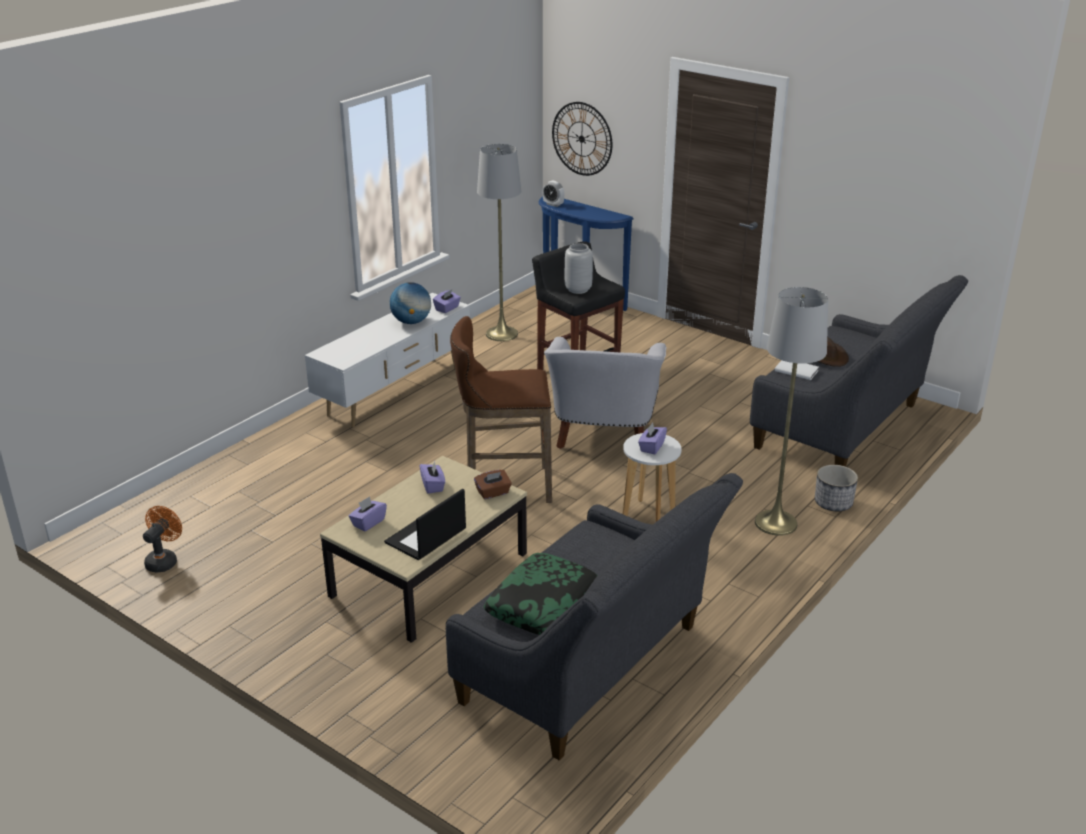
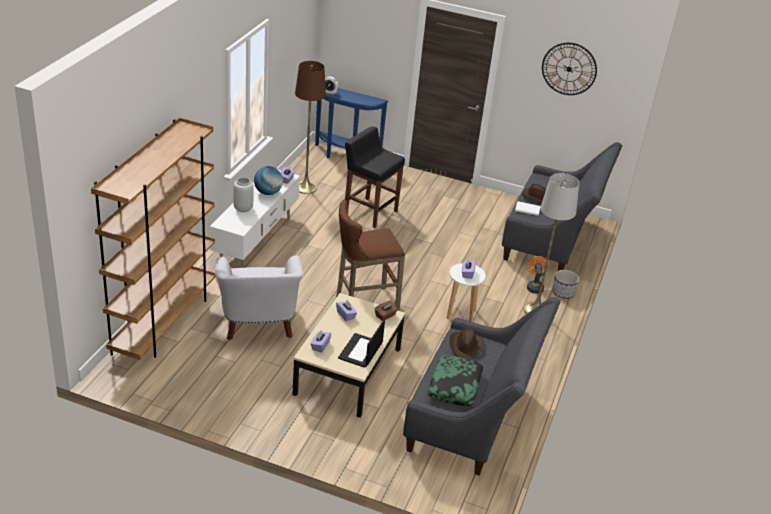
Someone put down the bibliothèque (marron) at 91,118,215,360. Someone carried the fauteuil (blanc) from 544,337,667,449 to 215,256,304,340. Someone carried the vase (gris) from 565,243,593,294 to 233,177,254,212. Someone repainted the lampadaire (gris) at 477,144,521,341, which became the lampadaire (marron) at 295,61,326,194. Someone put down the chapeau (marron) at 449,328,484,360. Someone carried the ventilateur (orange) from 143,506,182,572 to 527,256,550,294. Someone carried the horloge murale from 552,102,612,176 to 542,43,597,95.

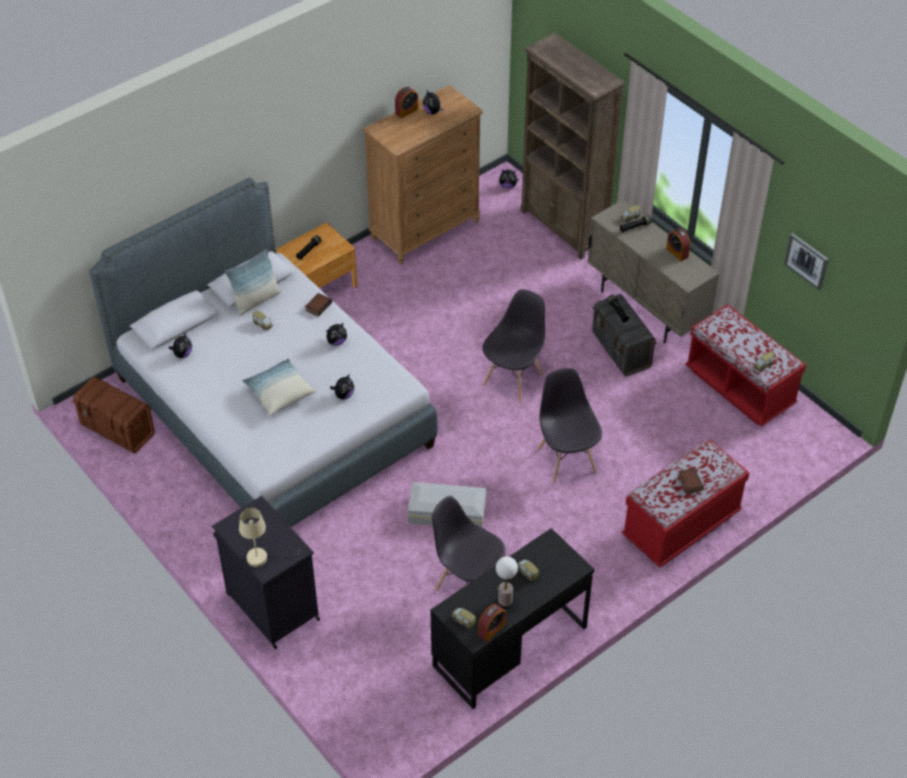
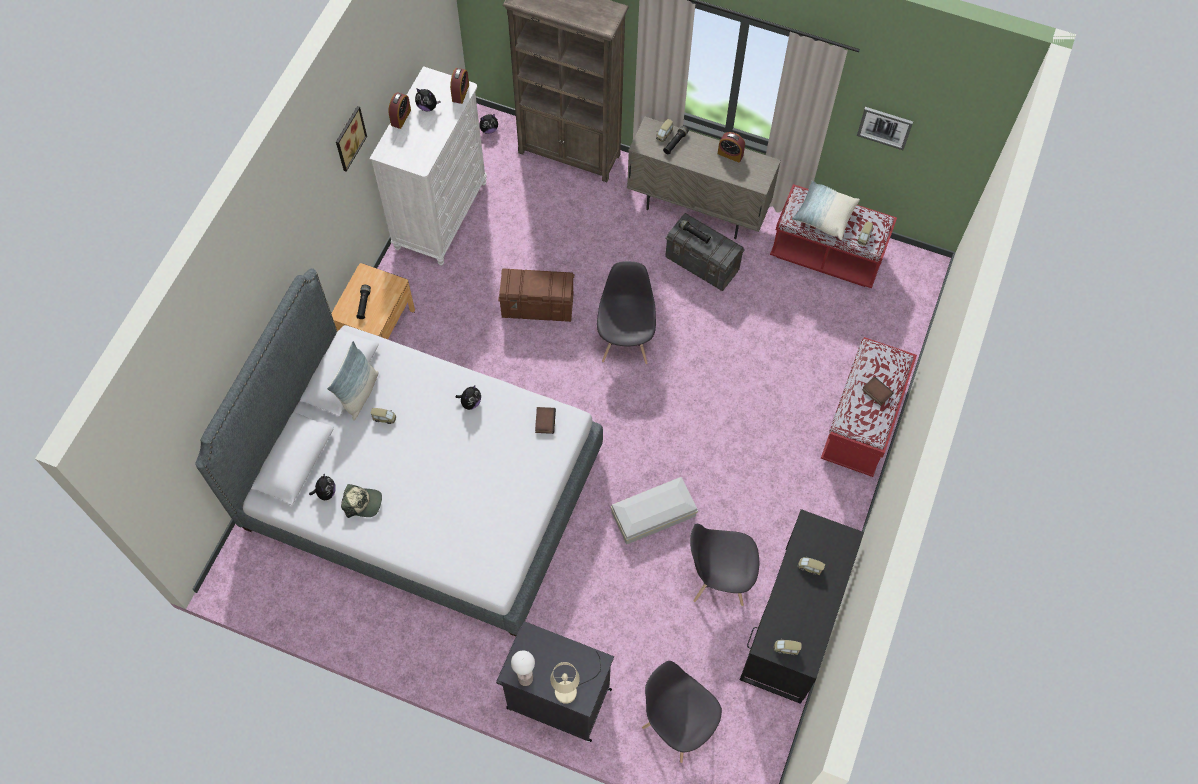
Someone put up the tableau at 336,106,367,172. Someone put down the casquette at 341,484,382,518. Someone repainted the commode (marron) at 363,85,483,265, which became the commode (blanc) at 369,66,487,265. Someone carried the réveil from 478,604,506,642 to 450,68,469,104. Someone carried the boîte de rangement (marron) from 72,377,155,453 to 498,269,574,322. Someone carried the lampe de table from 496,556,518,607 to 511,650,535,686. Someone carried the livre from 305,293,332,317 to 535,407,556,434. Someone carried the chaise (gris) from 537,368,602,483 to 642,661,722,763. Someone carried the coussin from 242,358,316,416 to 792,181,860,240. Someone took away the peluche at 330,374,354,400.

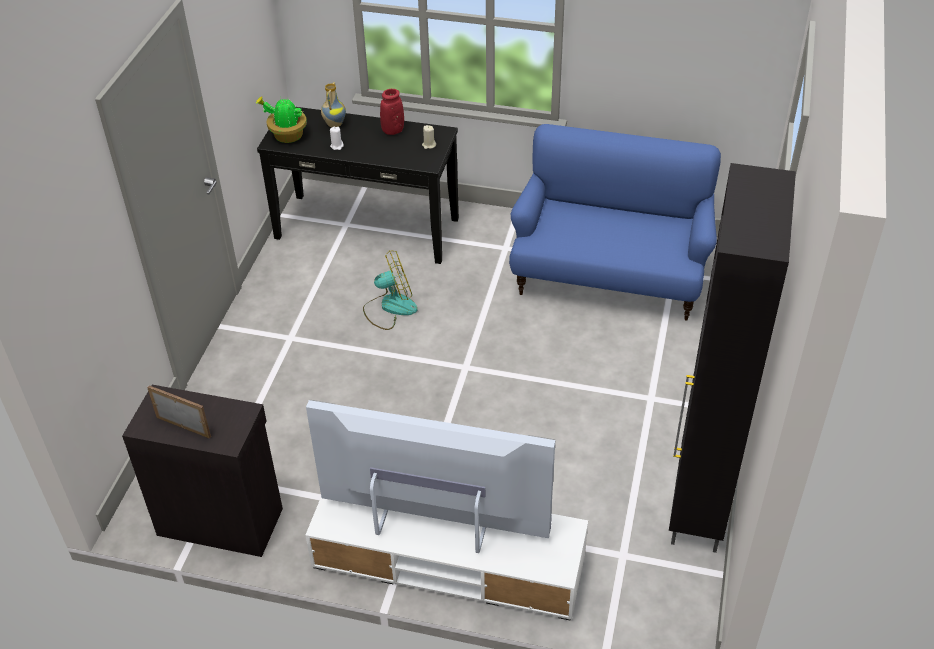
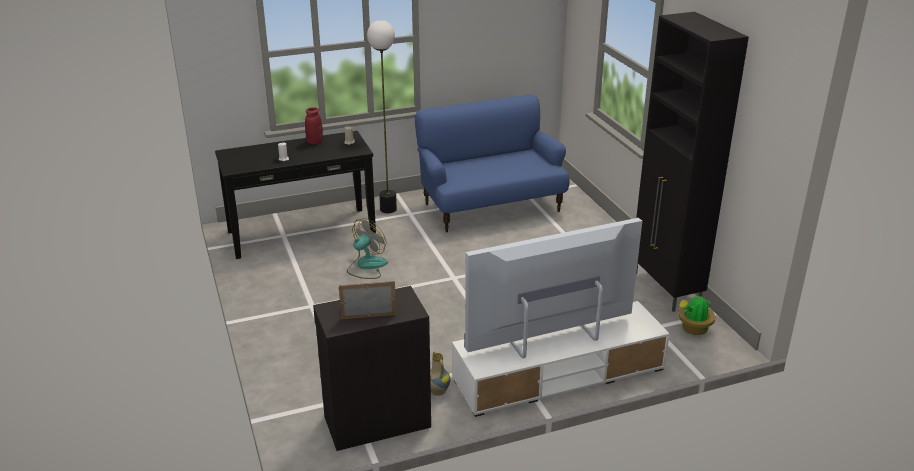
Someone put down the lampadaire at 367,20,397,213. Someone carried the vase from 321,82,346,127 to 430,351,450,396. Someone carried the plante en pot from 256,96,307,143 to 679,295,715,335.

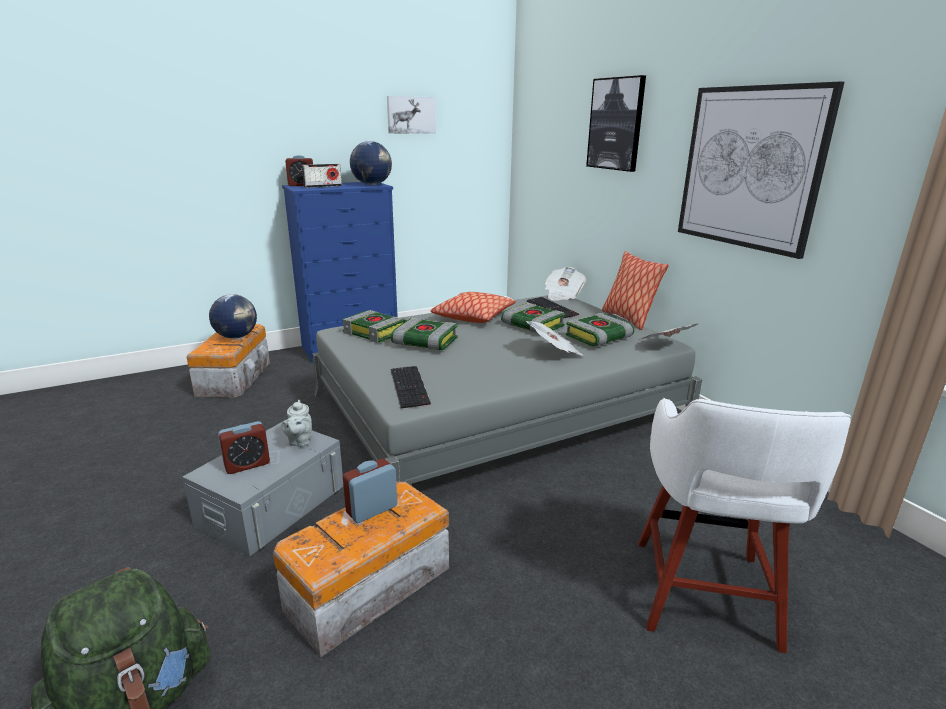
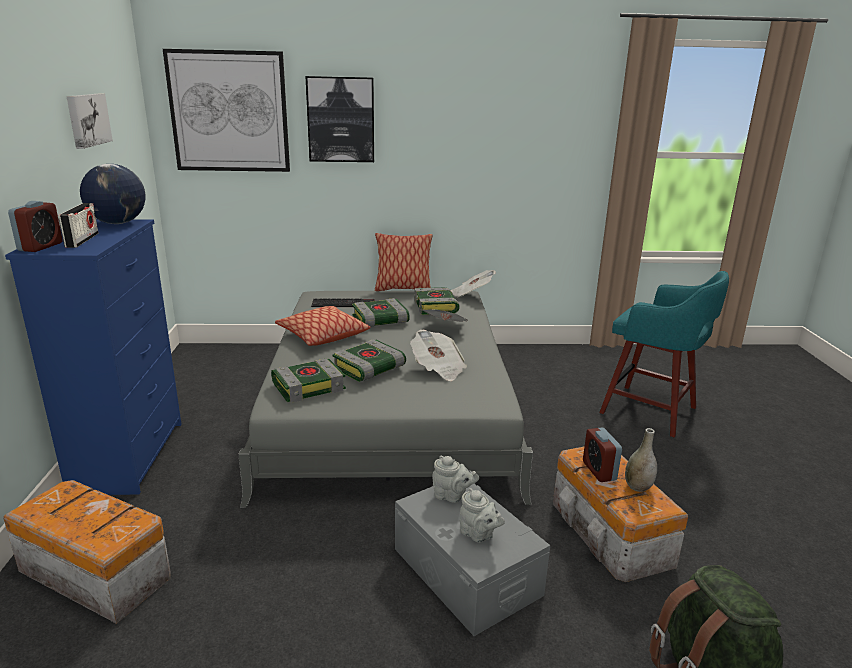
Someone carried the tableau from 678,82,845,259 to 163,49,290,172. Someone carried the journal from 544,267,586,301 to 410,330,467,381. Someone swapped the réveil at 218,421,270,474 for the théière (gris) at 459,488,505,543. Someone repainted the tabouret (blanc) at 638,398,851,653, which became the tabouret (turquoise) at 599,271,729,437. Someone put down the vase (gris) at 625,428,657,492. Someone took away the globe at 209,294,257,339. Someone took away the clavier at 390,366,431,408.

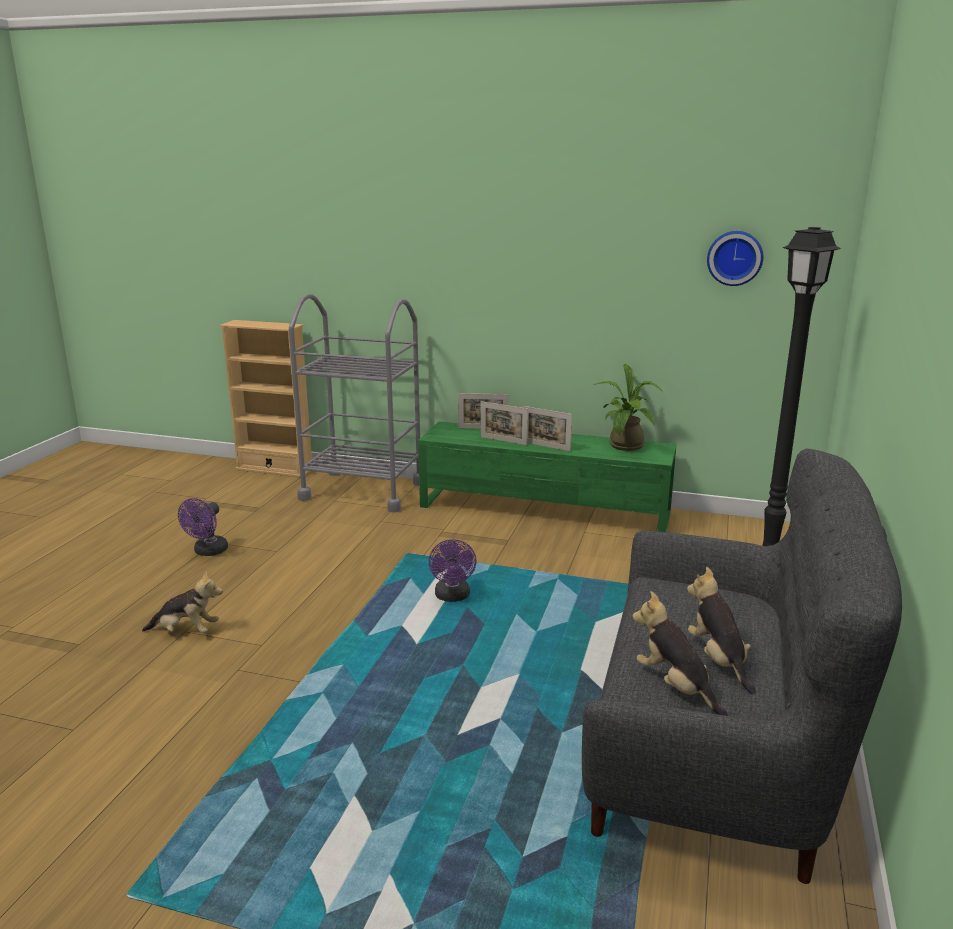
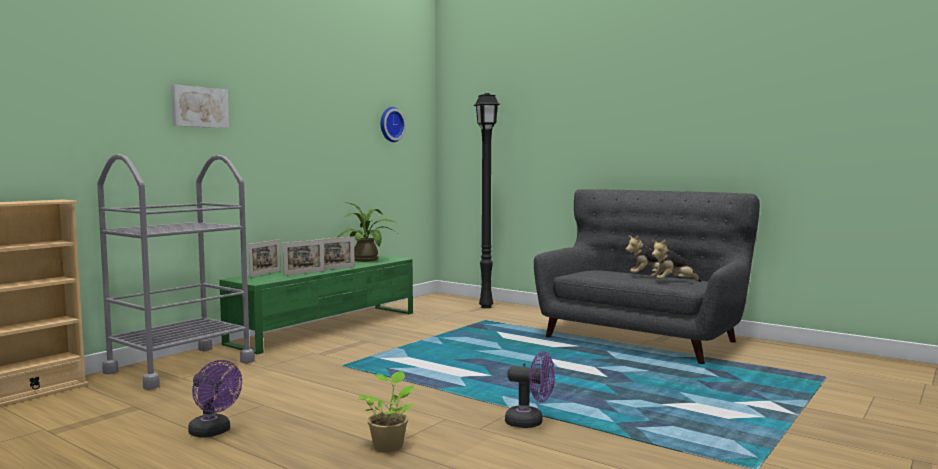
Someone put up the tableau at 171,85,229,128. Someone swapped the peluche at 142,570,223,633 for the plante en pot at 359,371,414,452. Someone carried the ventilateur (violet) from 428,539,476,602 to 505,351,555,428.

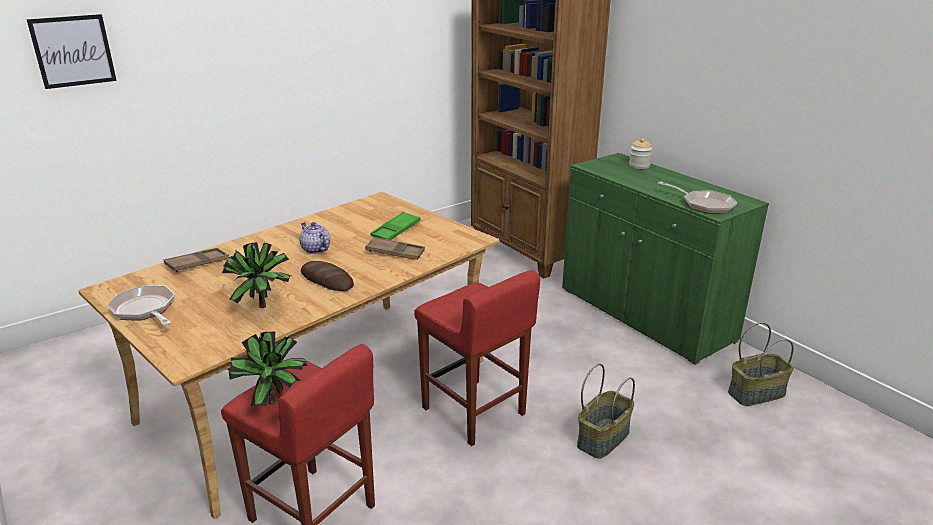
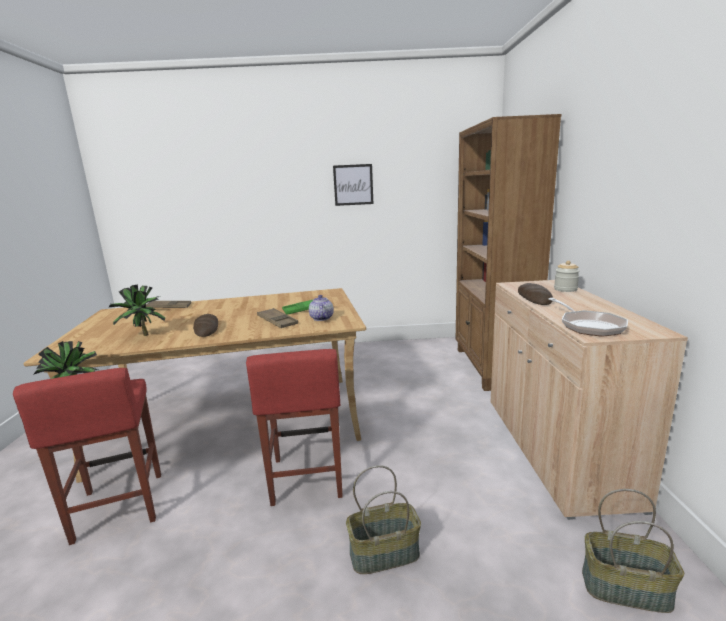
Someone carried the théière from 299,222,330,254 to 309,295,334,321. Someone carried the tableau from 26,14,117,89 to 333,164,373,206. Someone repainted the meuble de rangement (vert) at 562,153,769,365, which became the meuble de rangement (beige) at 491,280,688,520. Someone put down the pain at 518,283,553,305. Someone took away the poêle at 107,285,175,326.

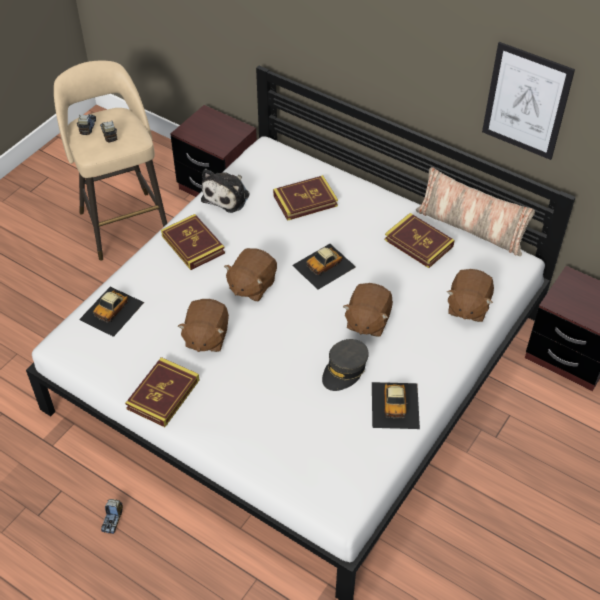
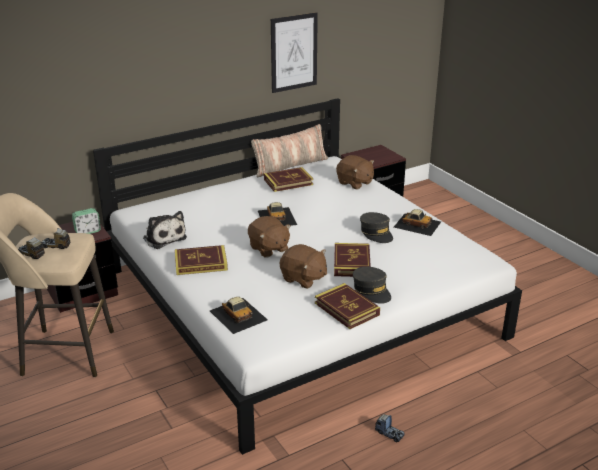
Someone put down the réveil at 72,208,101,234. Someone carried the livre from 273,175,338,221 to 334,243,371,277. Someone put down the casquette (gris) at 353,266,391,304. Someone took away the peluche (marron) at 343,283,393,337.

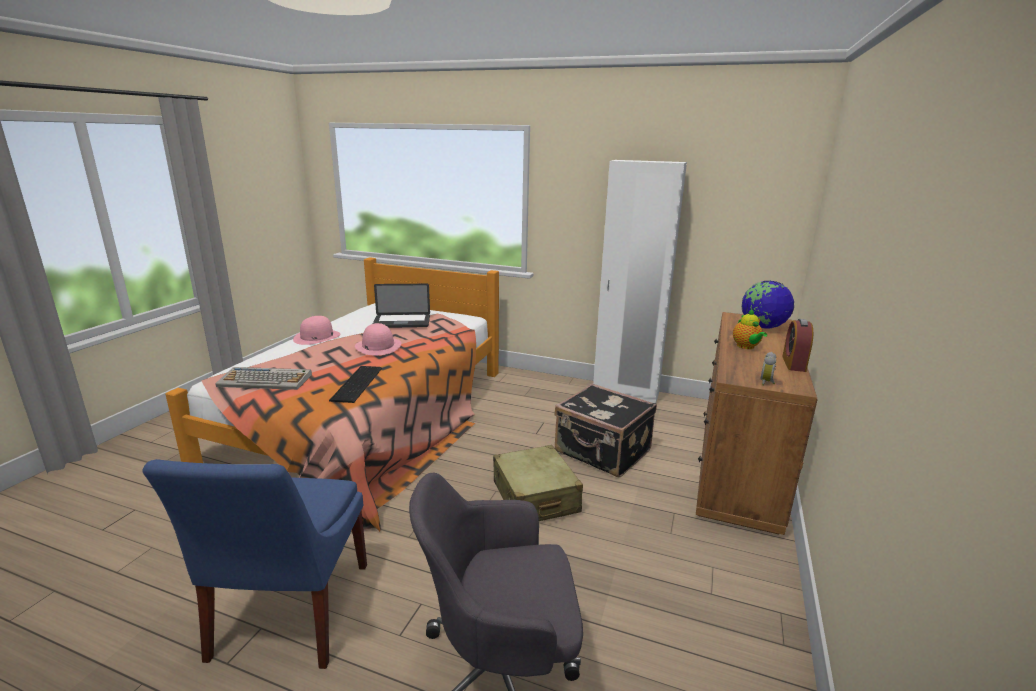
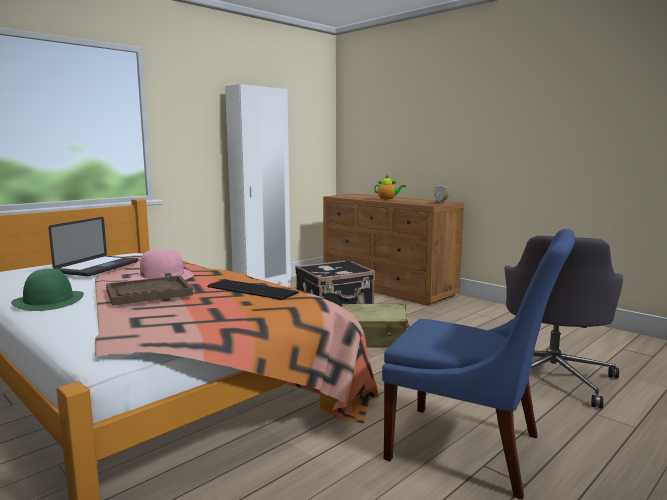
Someone repainted the chapeau (rose) at 293,316,341,345, which became the chapeau (vert) at 11,269,84,311. Someone put down the plateau (marron) at 106,276,193,306. Someone took away the clavier at 216,367,312,390. Someone took away the globe at 741,281,794,329. Someone took away the réveil at 782,319,813,372.

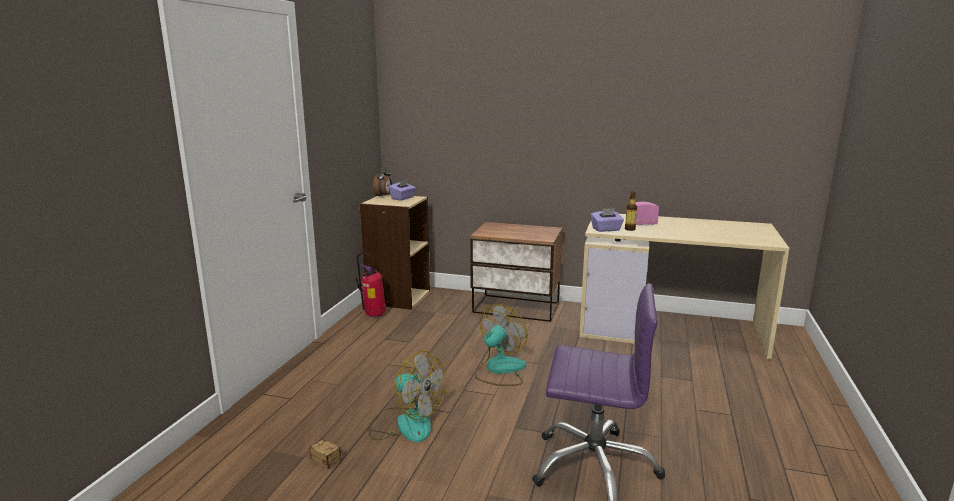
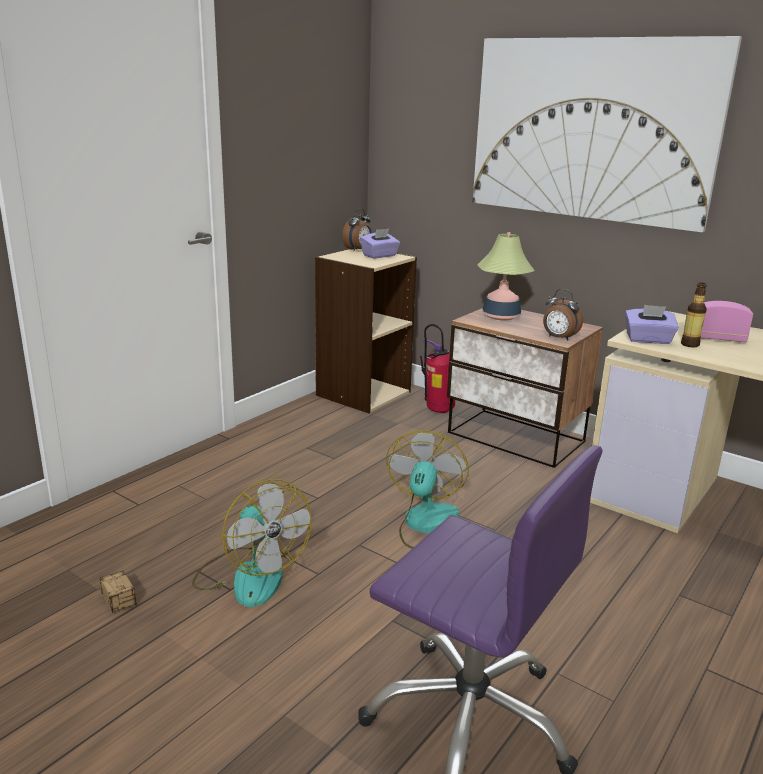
Someone rotated the ventilateur at 475,305,527,386 by 45 degrees counterclockwise. Someone carried the extincteur from 356,252,386,317 to 420,324,455,413. Someone put up the tableau at 472,36,742,233. Someone put down the lampe de table at 477,232,535,320. Someone put down the réveil at 543,289,583,341.

